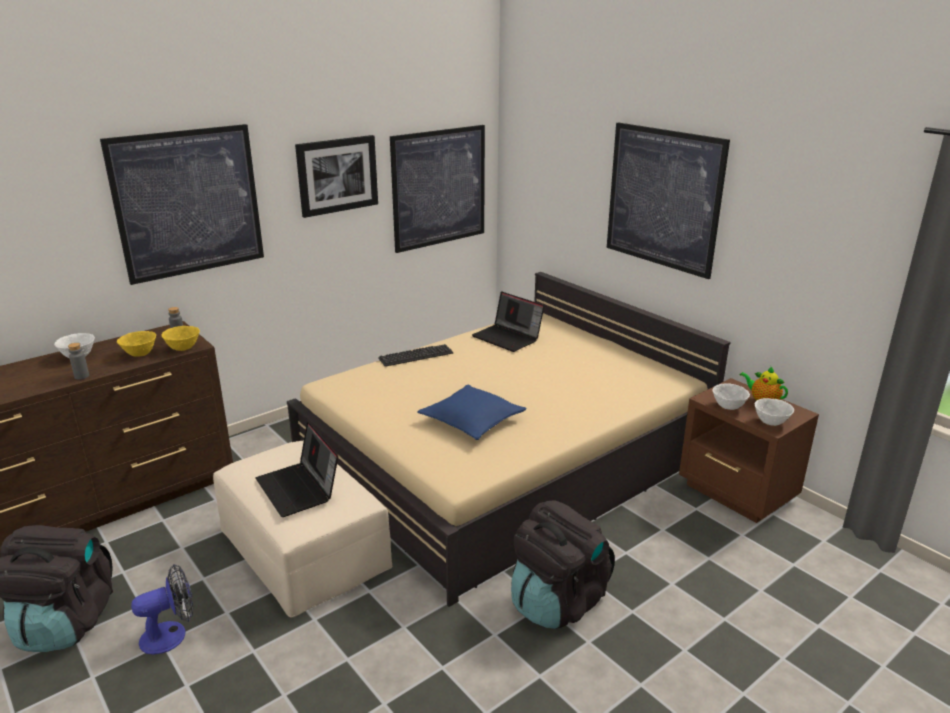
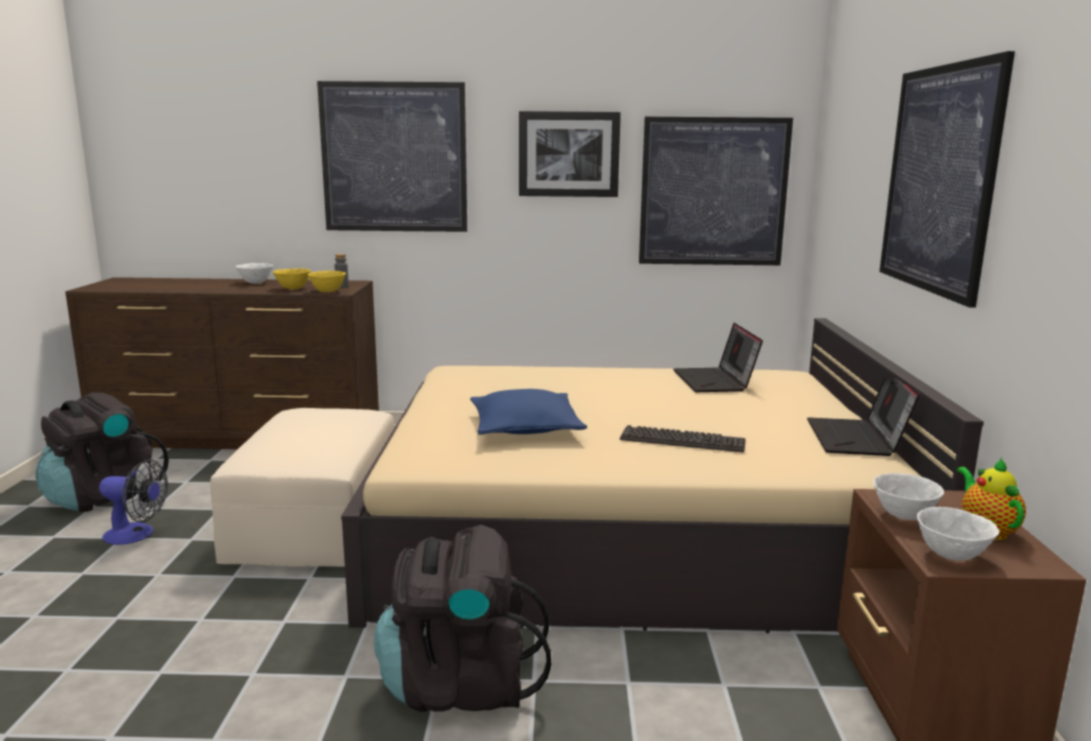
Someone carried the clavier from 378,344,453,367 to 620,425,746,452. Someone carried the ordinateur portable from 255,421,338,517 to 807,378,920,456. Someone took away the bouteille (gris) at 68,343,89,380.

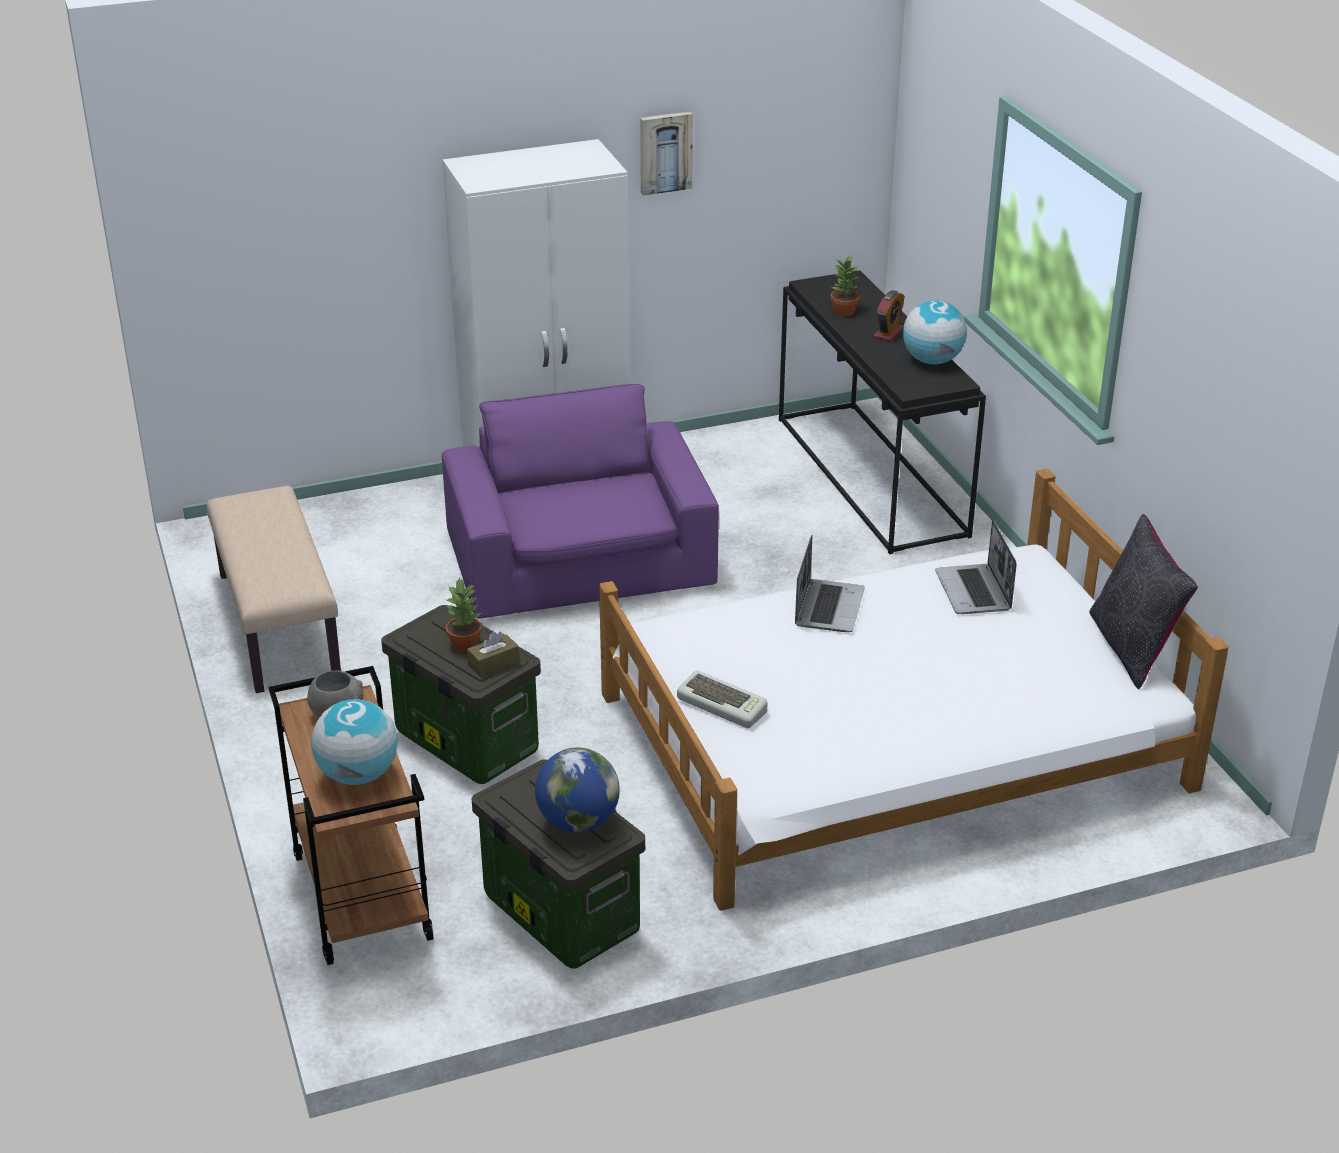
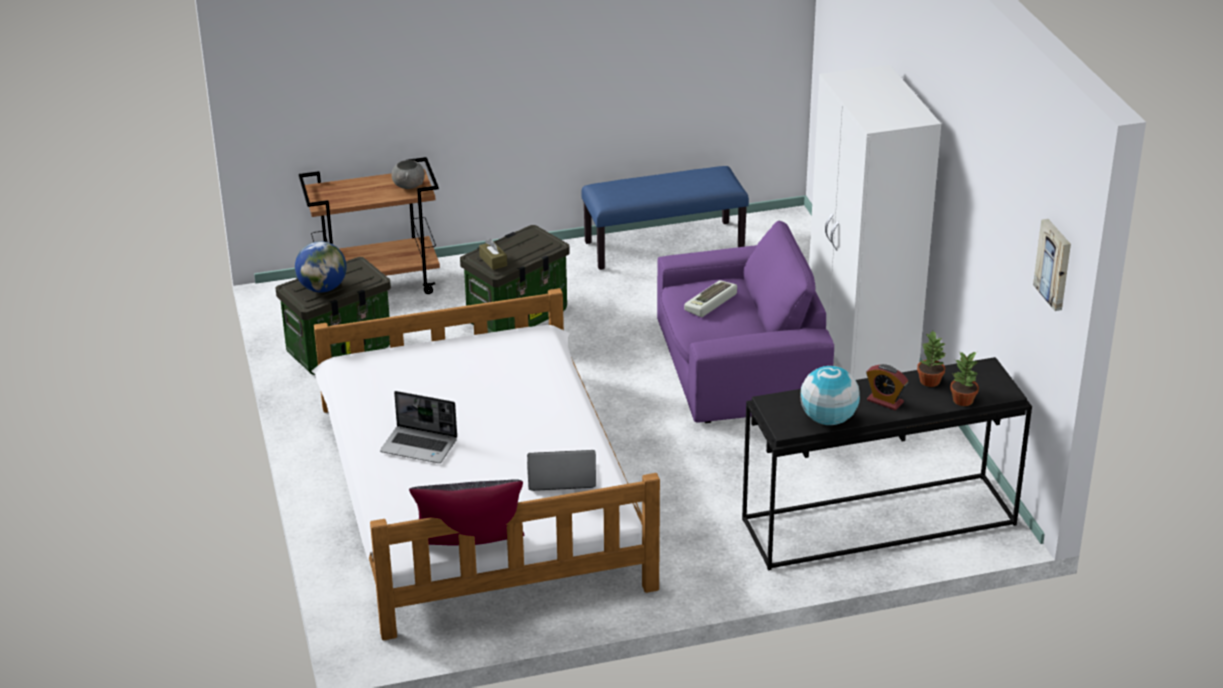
Someone carried the ordinateur portable from 795,535,865,632 to 380,391,457,463. Someone repainted the banc (beige) at 206,486,341,693, which became the banc (bleu) at 581,166,749,270. Someone carried the clavier from 677,671,768,728 to 684,280,737,317. Someone carried the plante en pot from 446,577,482,652 to 950,351,979,406. Someone carried the tableau from 640,111,693,196 to 1033,219,1071,311. Someone took away the globe at 311,699,398,785.

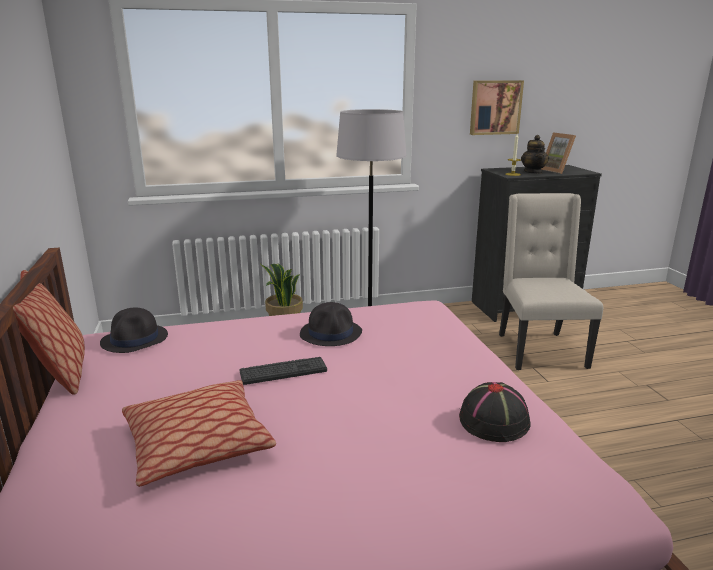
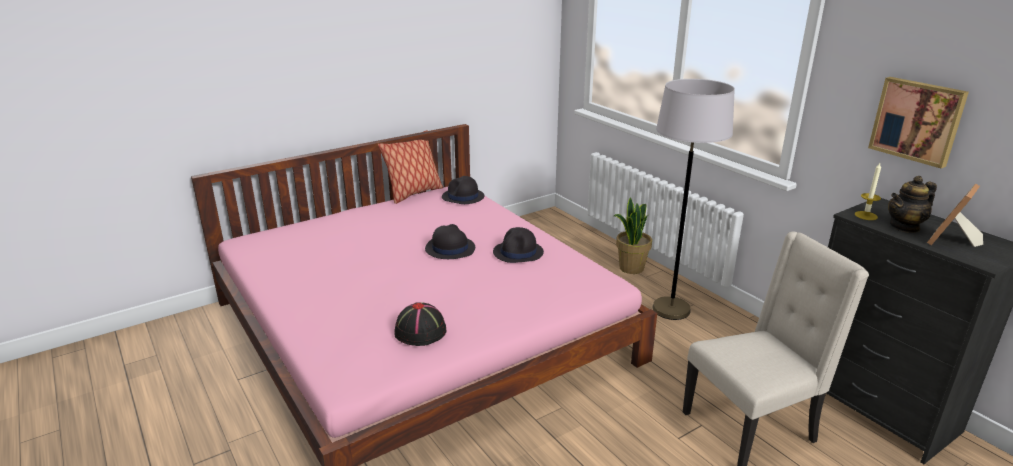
Someone swapped the clavier at 240,357,327,385 for the chapeau (noir) at 425,224,475,259. Someone took away the coussin at 122,380,276,487.

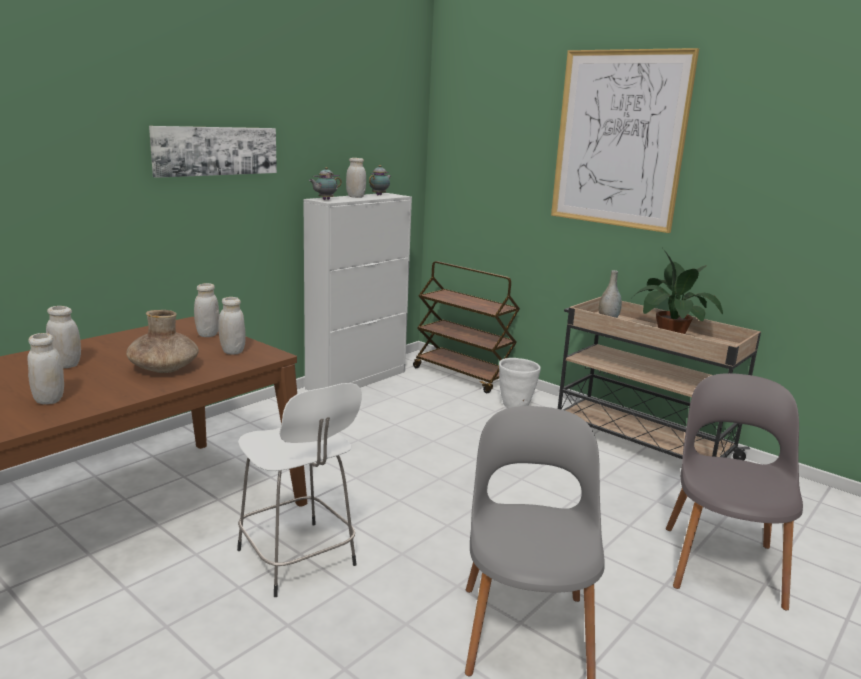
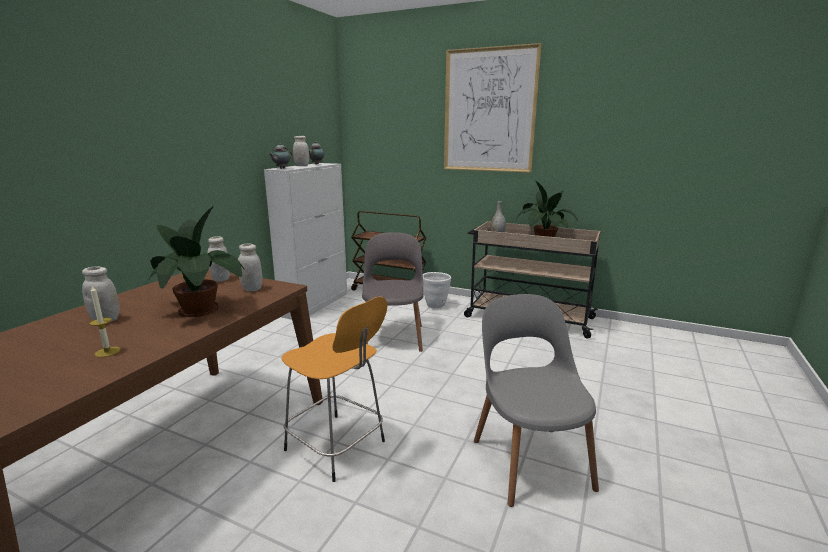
Someone swapped the bocal (blanc) at 28,333,64,404 for the bougie at 89,285,120,357. Someone swapped the vase (marron) at 126,310,199,373 for the plante en pot at 146,206,245,317. Someone repainted the tabouret (blanc) at 237,383,362,597, which became the tabouret (orange) at 281,297,388,482. Someone carried the chaise (gris) from 666,373,803,610 to 362,232,424,352. Someone took away the tableau at 149,126,277,178.

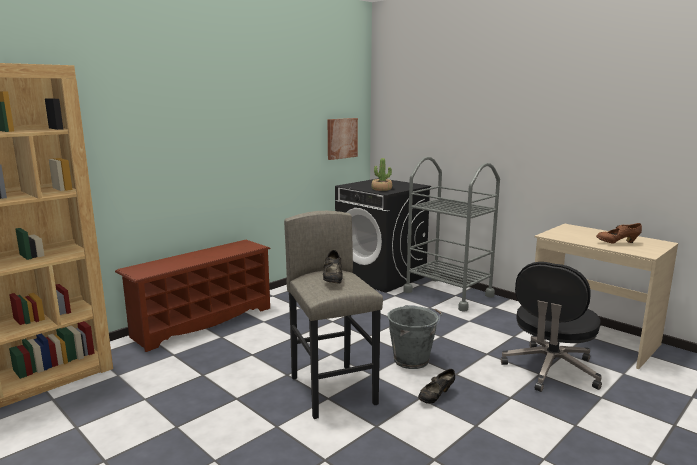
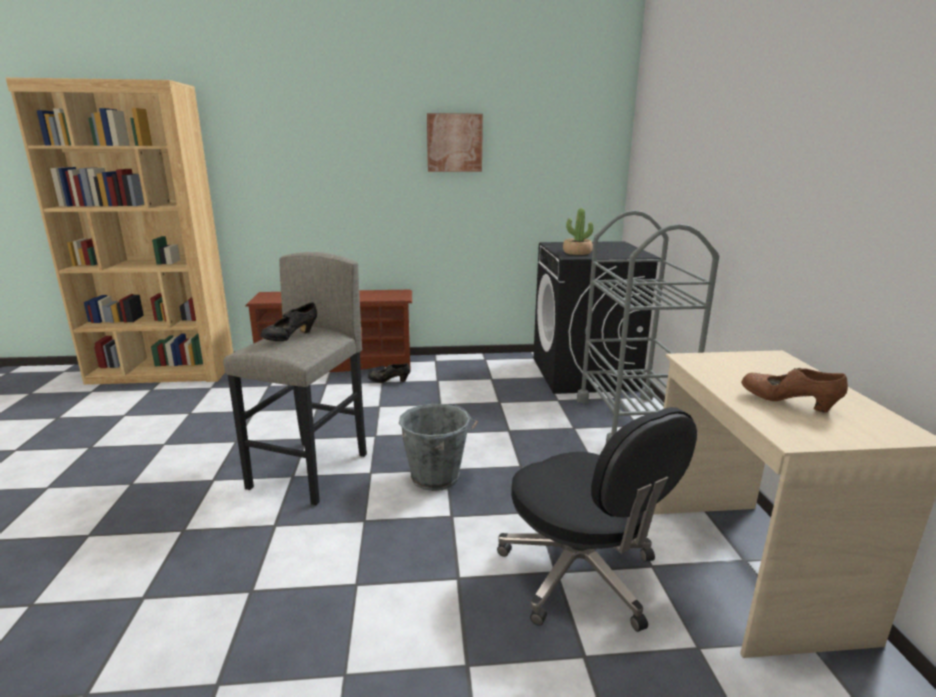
Someone carried the chaussure (noir) from 418,369,455,403 to 368,363,410,383. Someone carried the tableau from 328,118,358,160 to 427,113,483,172. Someone rotated the chaise de bureau (noir) at 501,262,602,392 by 105 degrees counterclockwise.

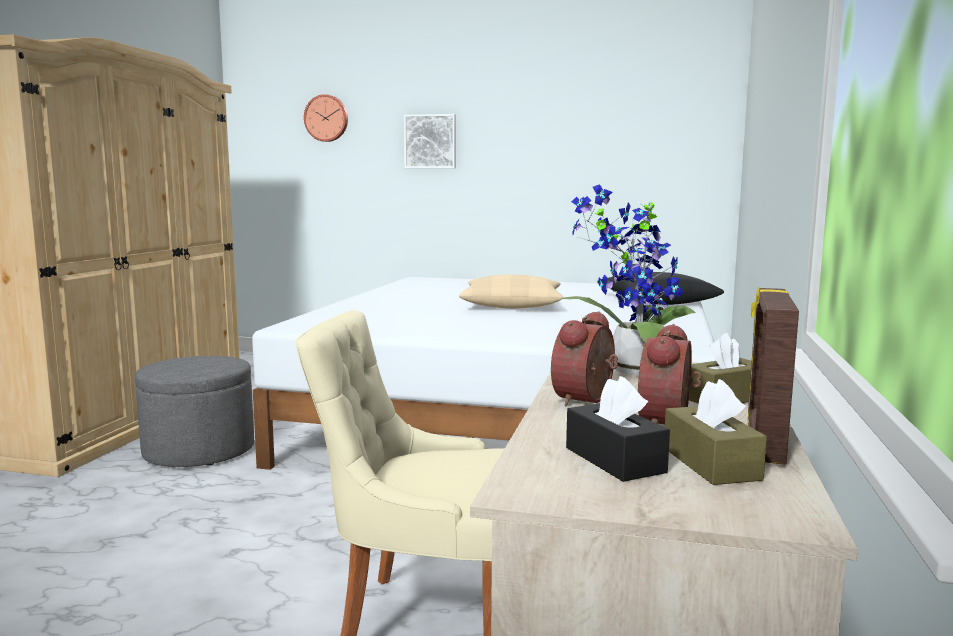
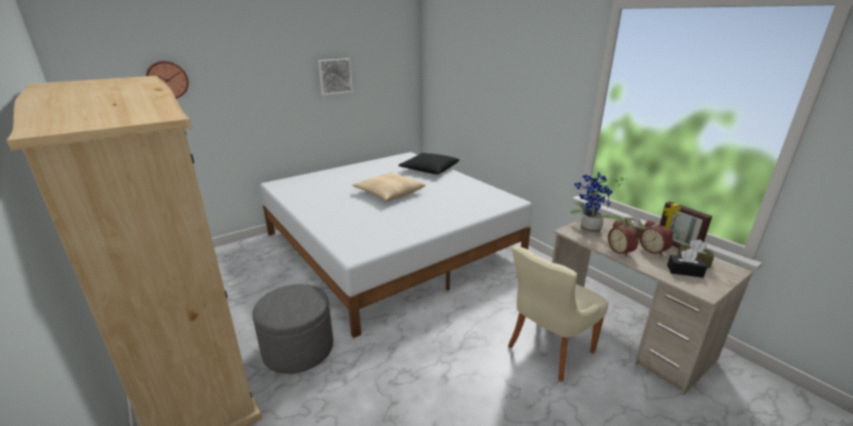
Someone carried the tableau from 404,114,456,168 to 318,58,353,95.

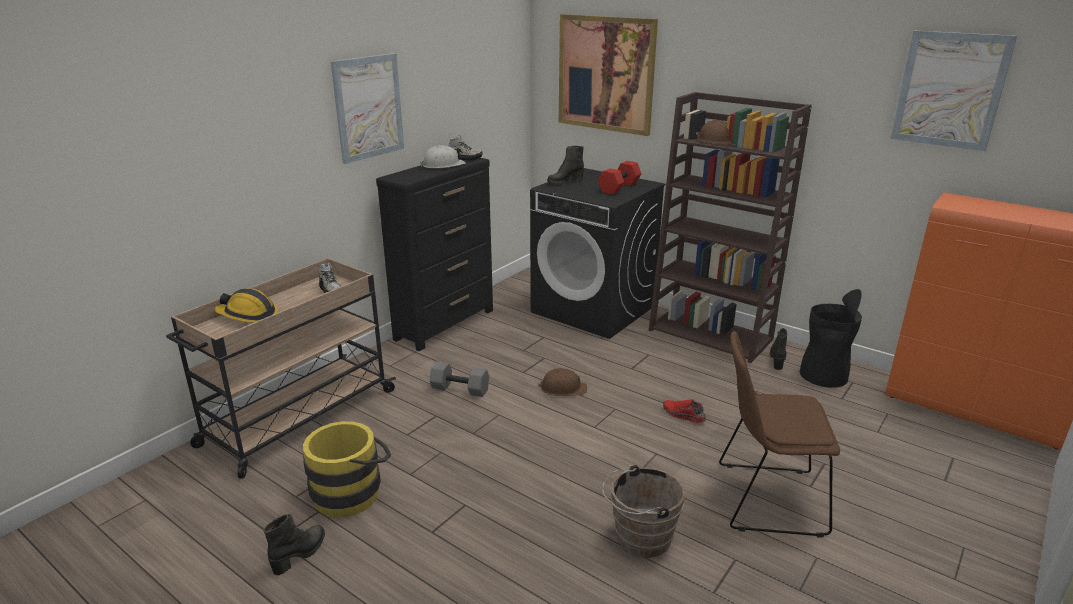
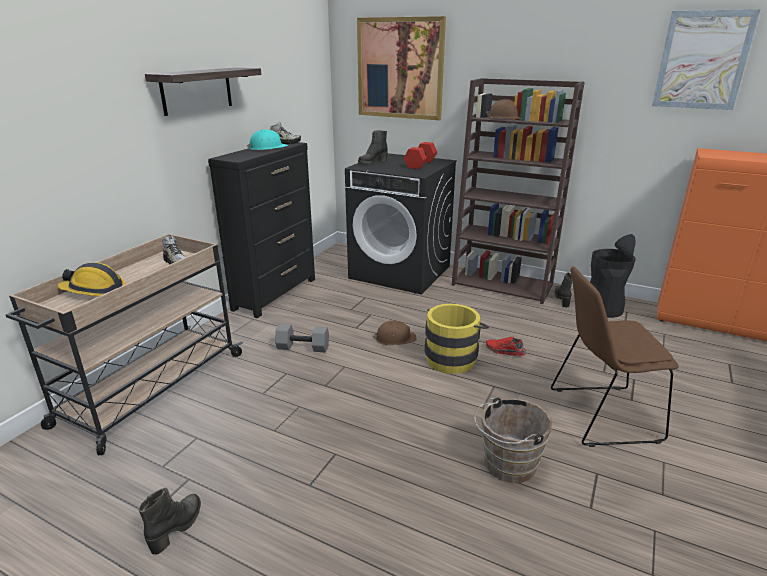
Someone swapped the tableau at 331,53,404,164 for the étagère at 145,68,261,116. Someone repainted the casque de chantier (blanc) at 420,145,466,168, which became the casque de chantier (turquoise) at 247,129,288,150. Someone carried the seau (jaune) from 303,421,391,517 to 425,304,489,374.

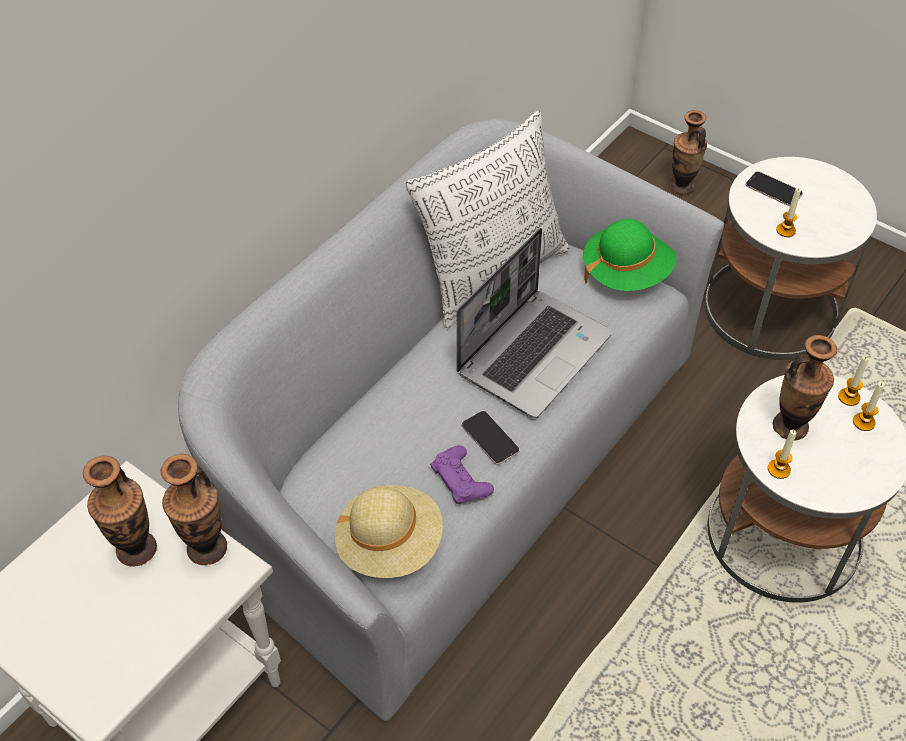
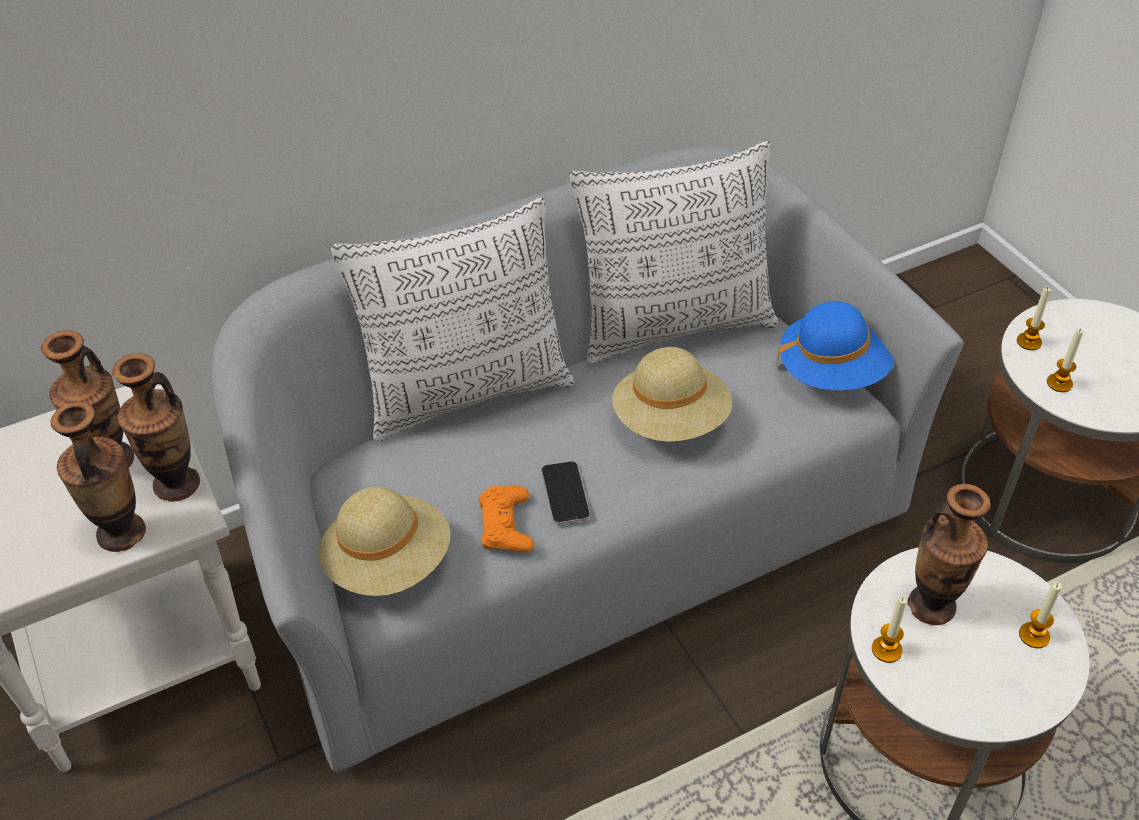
Someone carried the vase from 670,110,707,195 to 50,401,146,552. Someone put down the coussin at 331,198,575,442. Someone repainted the manette (violet) at 430,445,494,504, which became the manette (orange) at 479,486,535,552. Someone swapped the ordinateur portable at 456,228,612,418 for the chapeau (beige) at 612,347,733,442. Someone repainted the chapeau (vert) at 583,219,676,291, which became the chapeau (bleu) at 776,301,895,390. Someone carried the bougie from 838,357,869,406 to 1017,288,1051,350. Someone took away the téléphone at 745,171,803,206.

